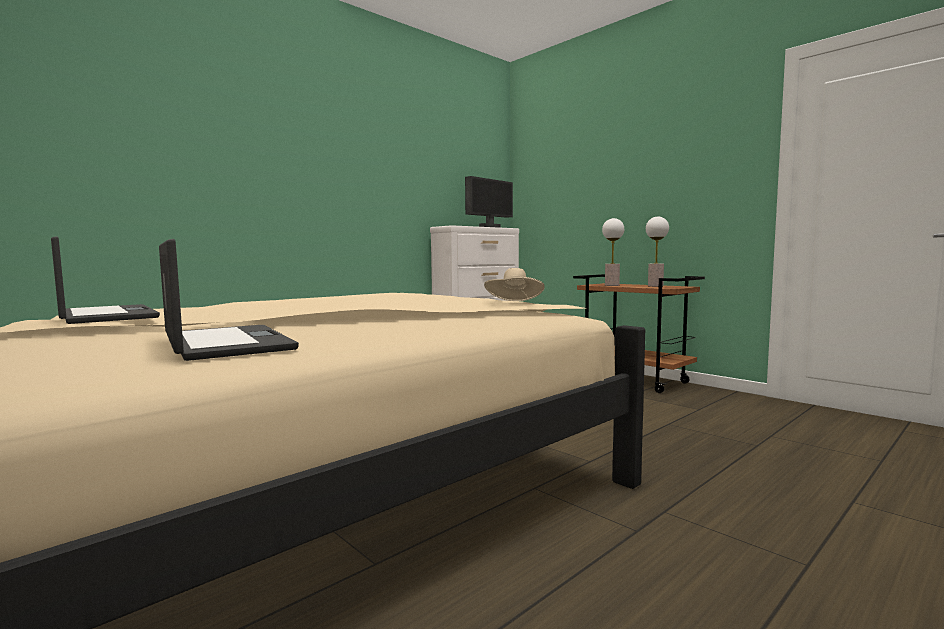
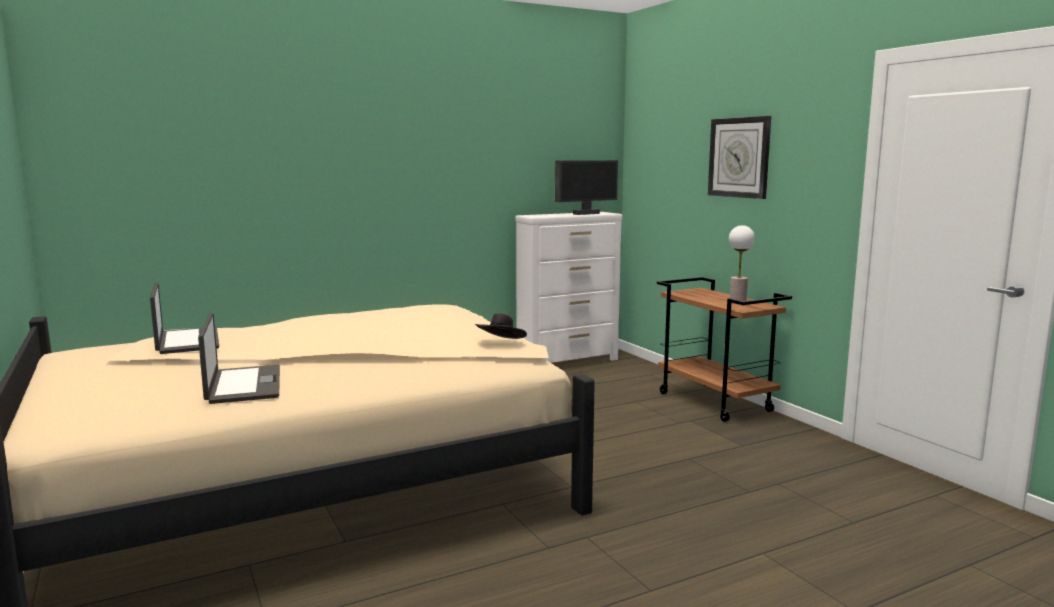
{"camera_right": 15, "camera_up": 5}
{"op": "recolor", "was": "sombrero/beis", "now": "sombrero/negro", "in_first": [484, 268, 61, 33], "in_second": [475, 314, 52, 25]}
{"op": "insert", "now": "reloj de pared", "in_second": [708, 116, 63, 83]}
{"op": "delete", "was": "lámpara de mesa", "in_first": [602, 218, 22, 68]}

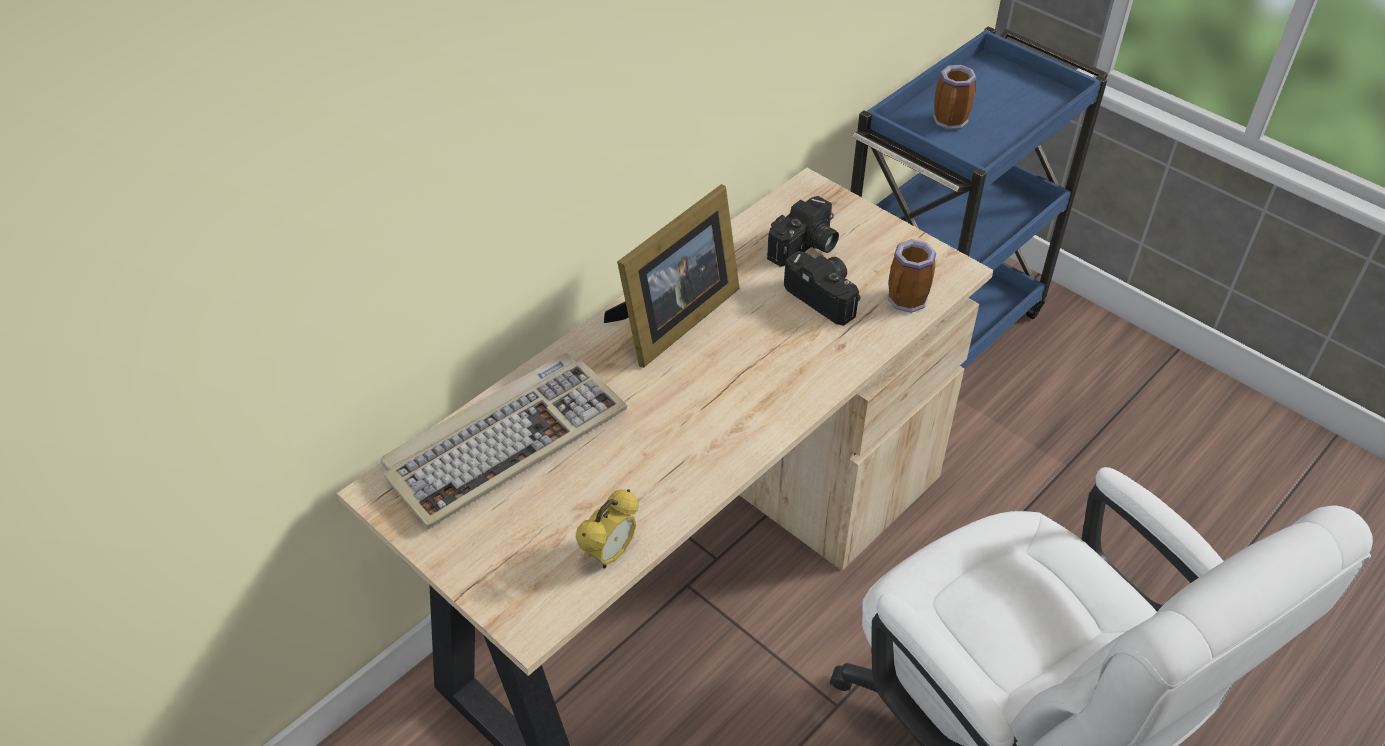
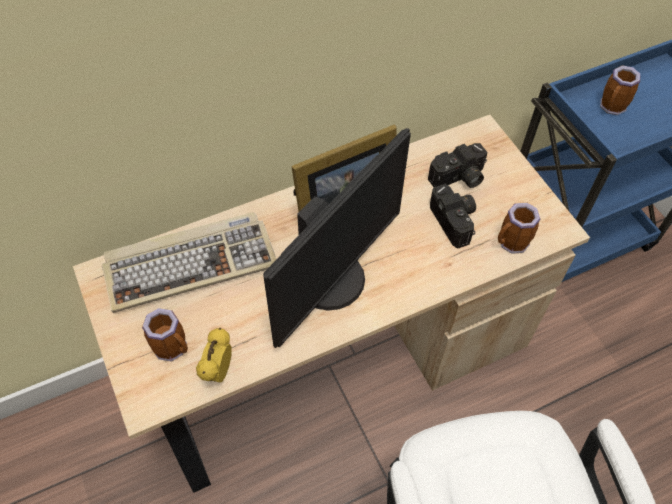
{"camera_right": 20, "camera_up": 10}
{"op": "insert", "now": "taza grande", "in_second": [142, 308, 46, 54]}
{"op": "rotate", "was": "despertador", "in_first": [576, 489, 62, 80], "in_second": [196, 328, 36, 54], "clockwise": 135}
{"op": "insert", "now": "monitor", "in_second": [263, 128, 148, 220]}

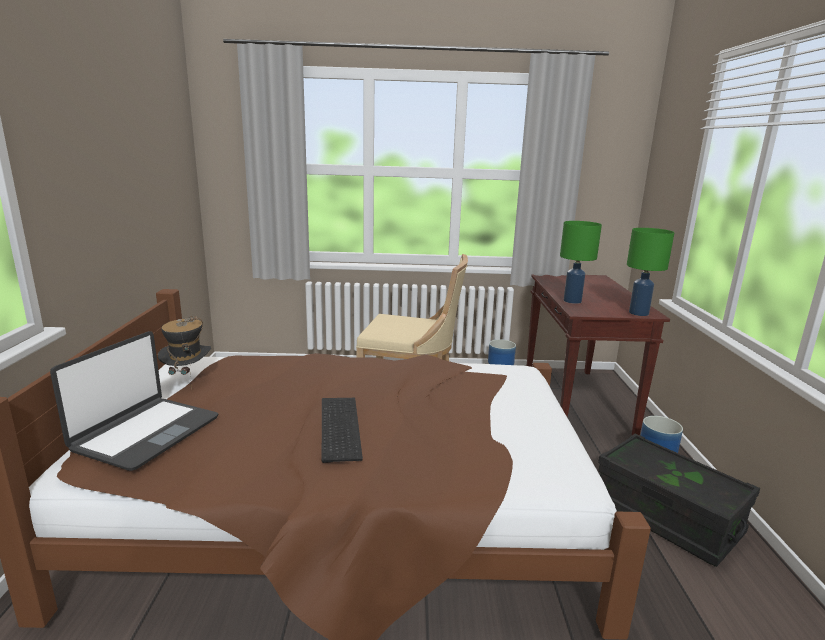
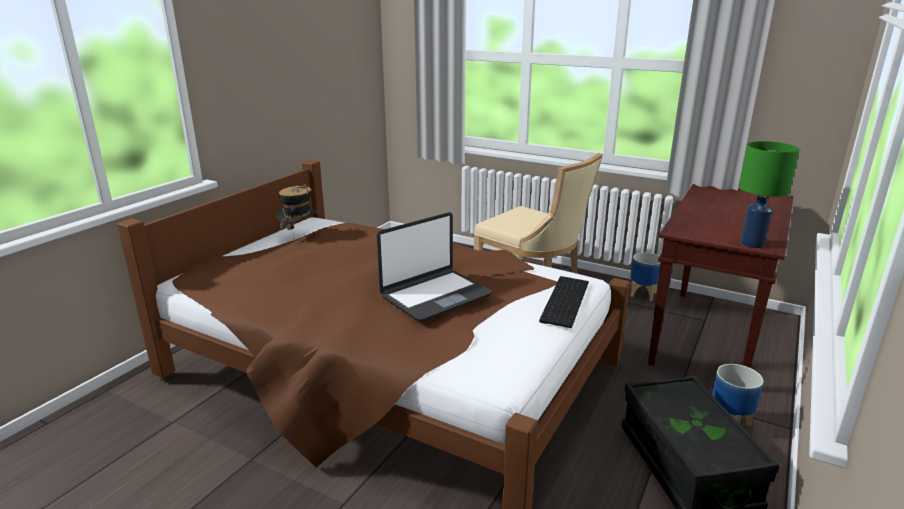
{"camera_right": 30, "camera_up": 5}
{"op": "move", "was": "portátil", "in_first": [50, 331, 168, 140], "in_second": [376, 212, 116, 110]}
{"op": "move", "was": "teclado", "in_first": [322, 398, 41, 65], "in_second": [539, 276, 50, 52]}
{"op": "delete", "was": "lámpara de mesa/verde", "in_first": [560, 221, 42, 83]}

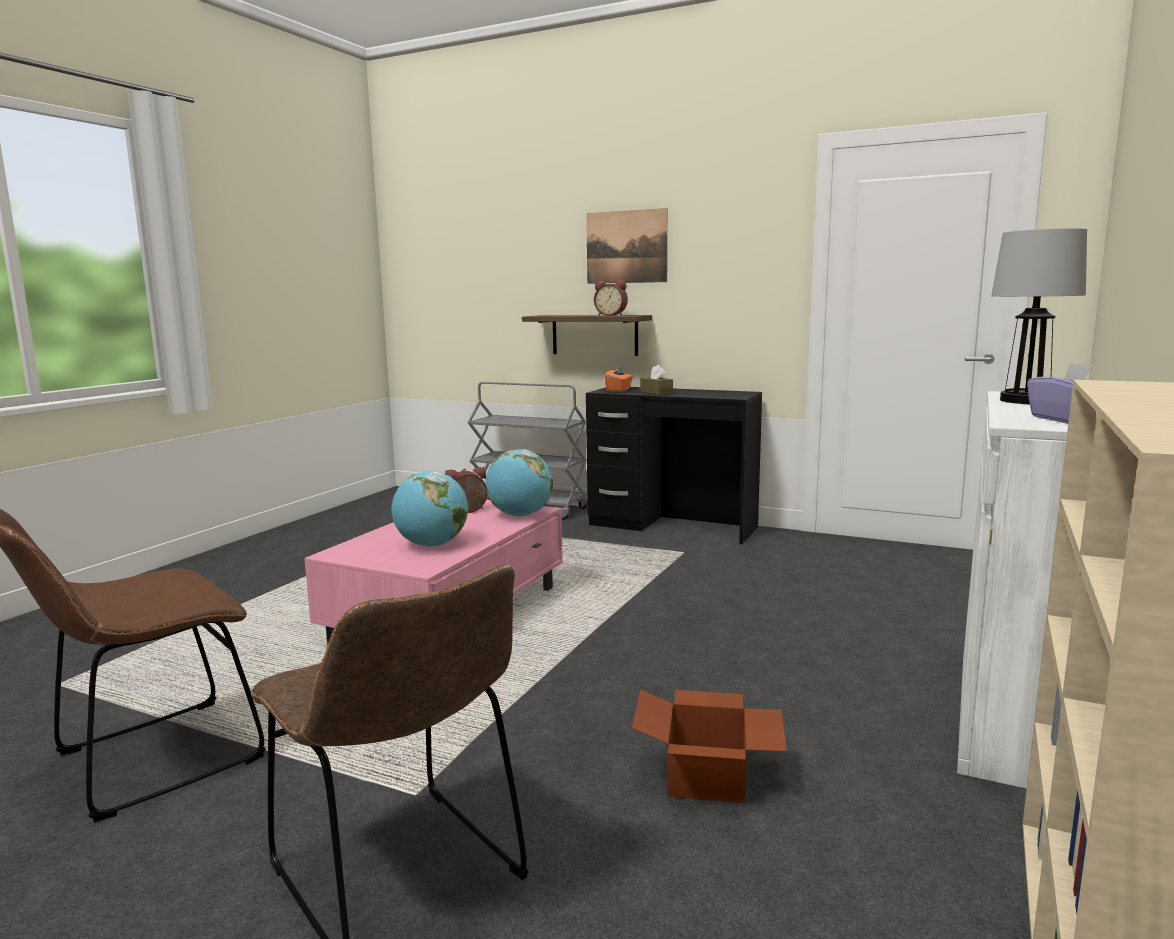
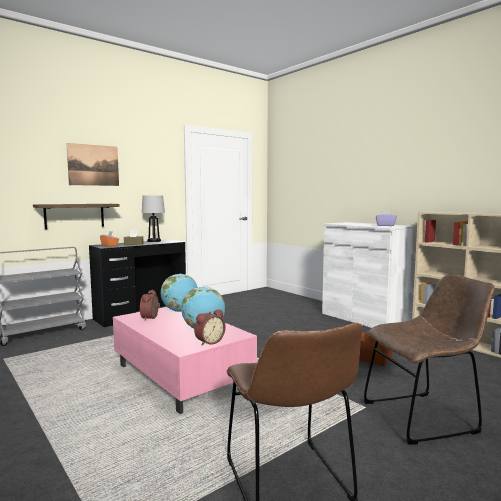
{"camera_right": -65, "camera_up": -5}
{"op": "move", "was": "lámpara de mesa", "in_first": [991, 228, 96, 176], "in_second": [142, 195, 23, 47]}
{"op": "move", "was": "despertador", "in_first": [594, 280, 34, 36], "in_second": [194, 309, 32, 37]}

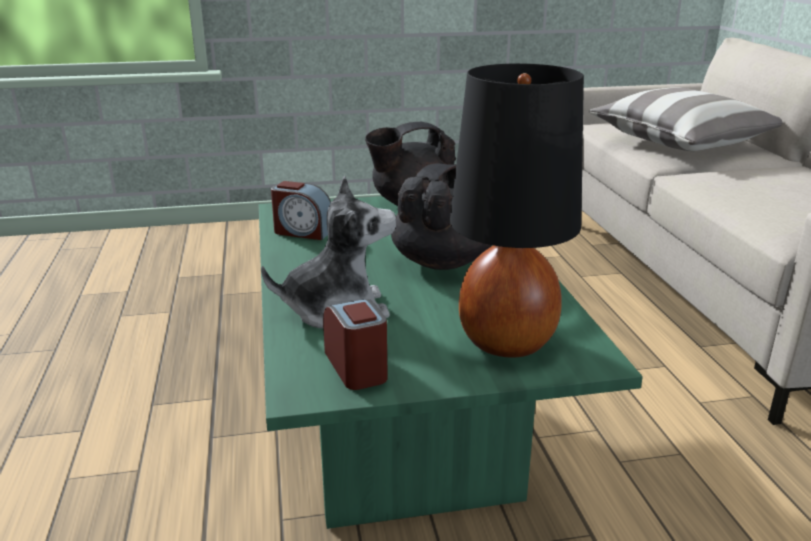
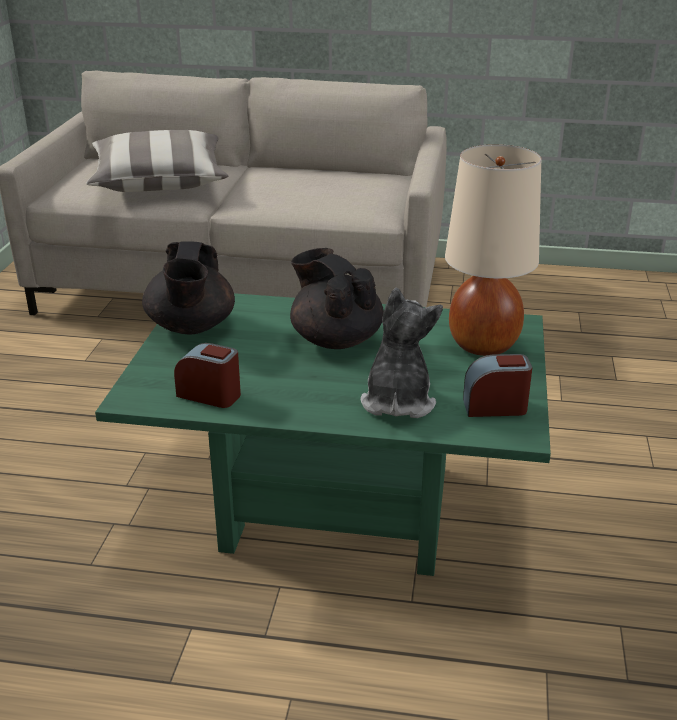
{"camera_right": -70, "camera_up": 5}
{"op": "rotate", "was": "despertador", "in_first": [271, 181, 60, 59], "in_second": [174, 343, 67, 65], "clockwise": -105}
{"op": "recolor", "was": "lámpara de mesa/negro", "now": "lámpara de mesa/beis", "in_first": [450, 63, 134, 295], "in_second": [445, 144, 97, 212]}

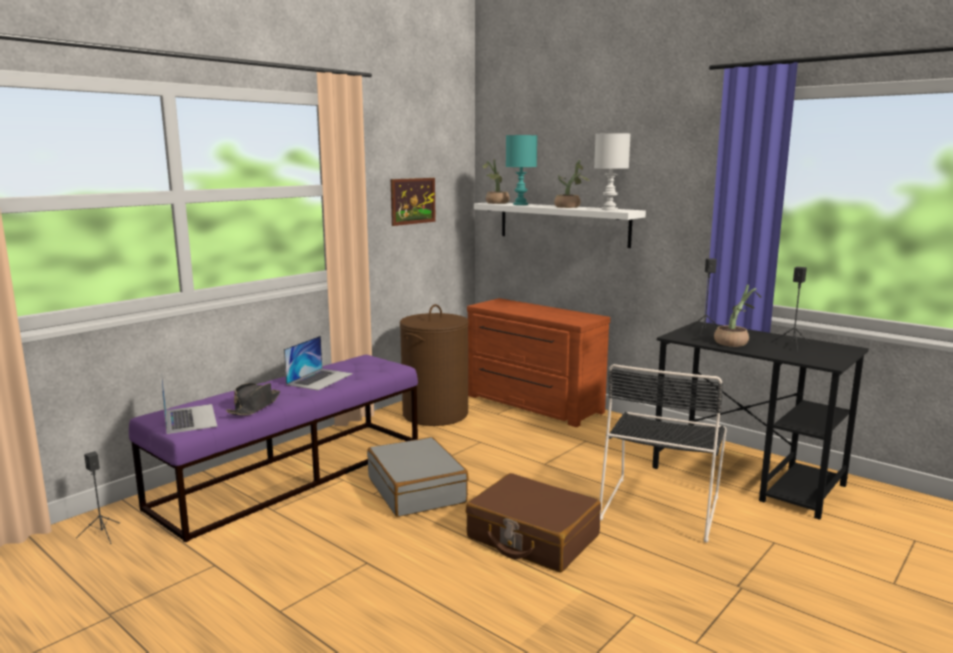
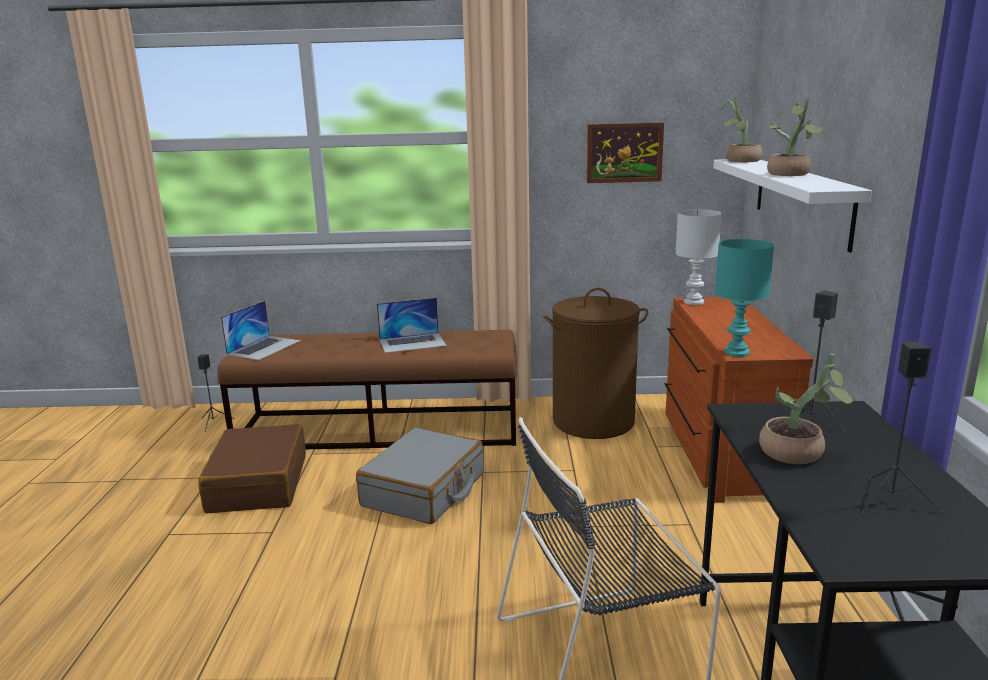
{"camera_right": 50, "camera_up": 5}
{"op": "move", "was": "maleta/marrón", "in_first": [466, 473, 135, 99], "in_second": [198, 424, 108, 89]}
{"op": "recolor", "was": "banco/morado", "now": "banco/marrón", "in_first": [129, 355, 289, 187], "in_second": [217, 330, 301, 119]}
{"op": "move", "was": "lámpara de mesa/blanco", "in_first": [594, 133, 37, 78], "in_second": [675, 210, 47, 95]}
{"op": "move", "was": "lámpara de mesa/turquesa", "in_first": [506, 135, 31, 70], "in_second": [715, 239, 59, 118]}
{"op": "delete", "was": "sombrero/negro", "in_first": [226, 383, 54, 33]}

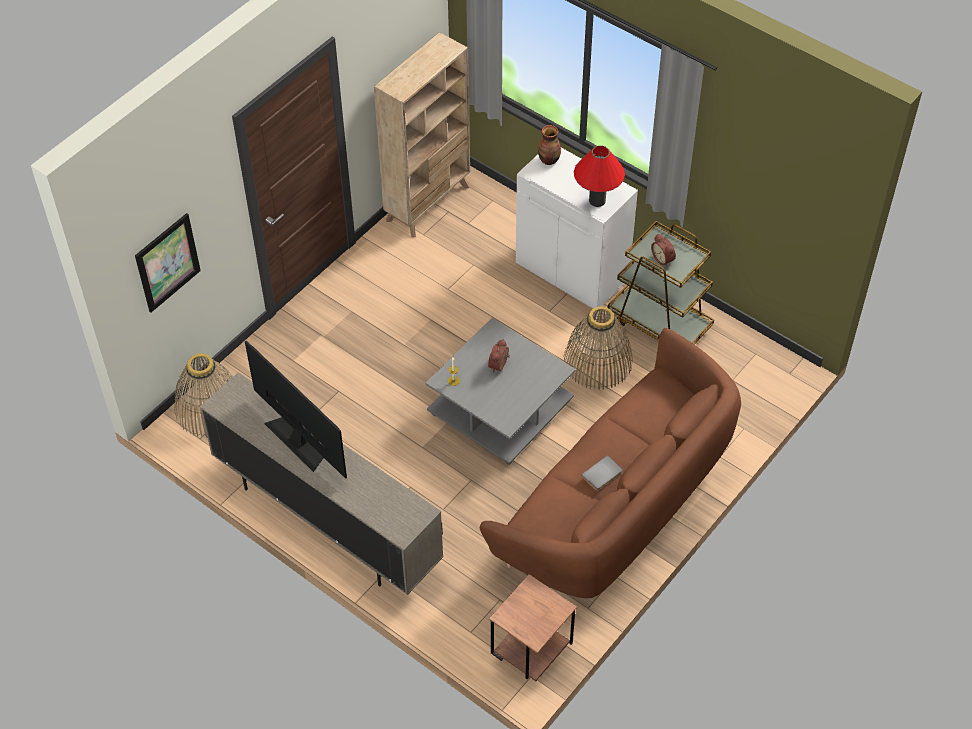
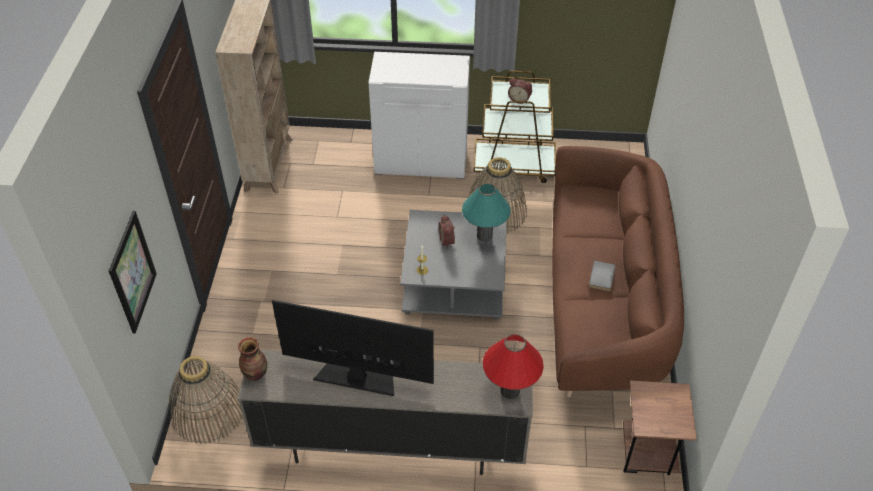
{"camera_right": -35, "camera_up": -5}
{"op": "move", "was": "florero", "in_first": [538, 125, 23, 40], "in_second": [238, 337, 29, 44]}
{"op": "insert", "now": "lámpara de mesa/turquesa", "in_second": [462, 183, 48, 59]}
{"op": "move", "was": "lámpara de mesa/rojo", "in_first": [574, 146, 51, 61], "in_second": [483, 334, 61, 65]}

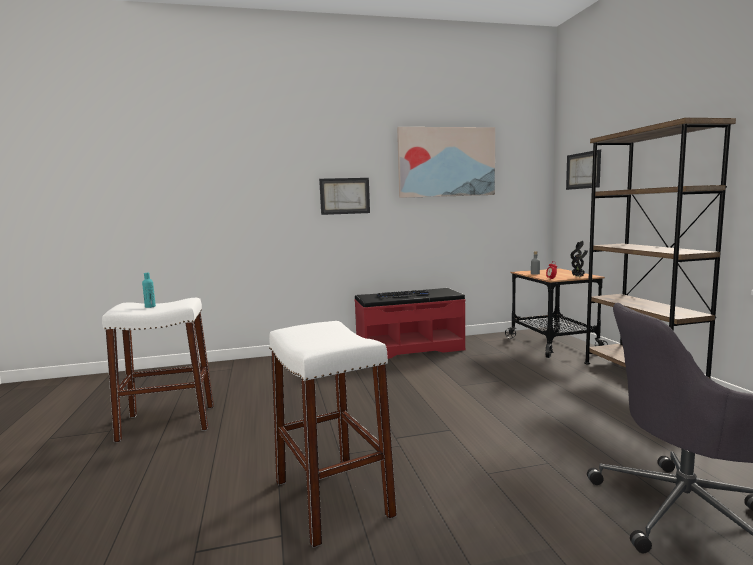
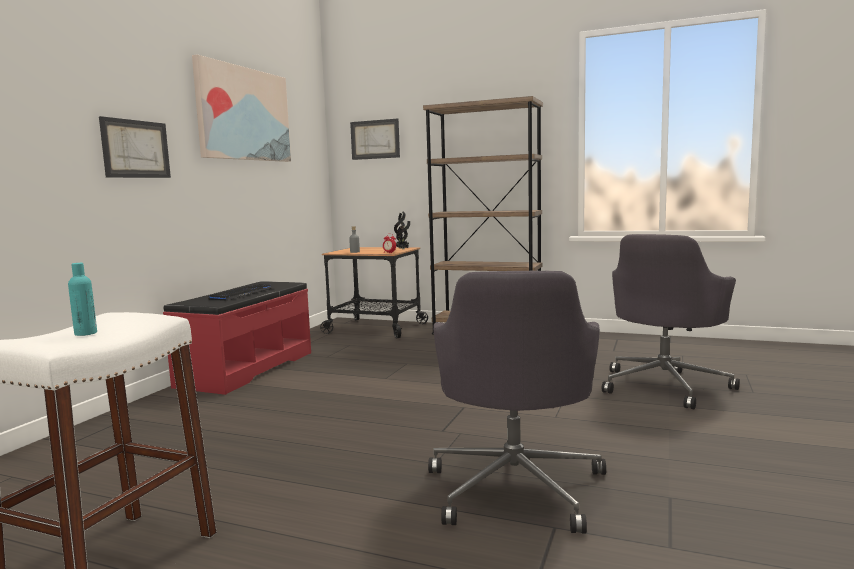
{"camera_right": -55, "camera_up": 0}
{"op": "replace", "was": "taburete/blanco", "now": "silla de oficina/gris", "in_first": [269, 321, 128, 227], "in_second": [428, 271, 178, 263]}

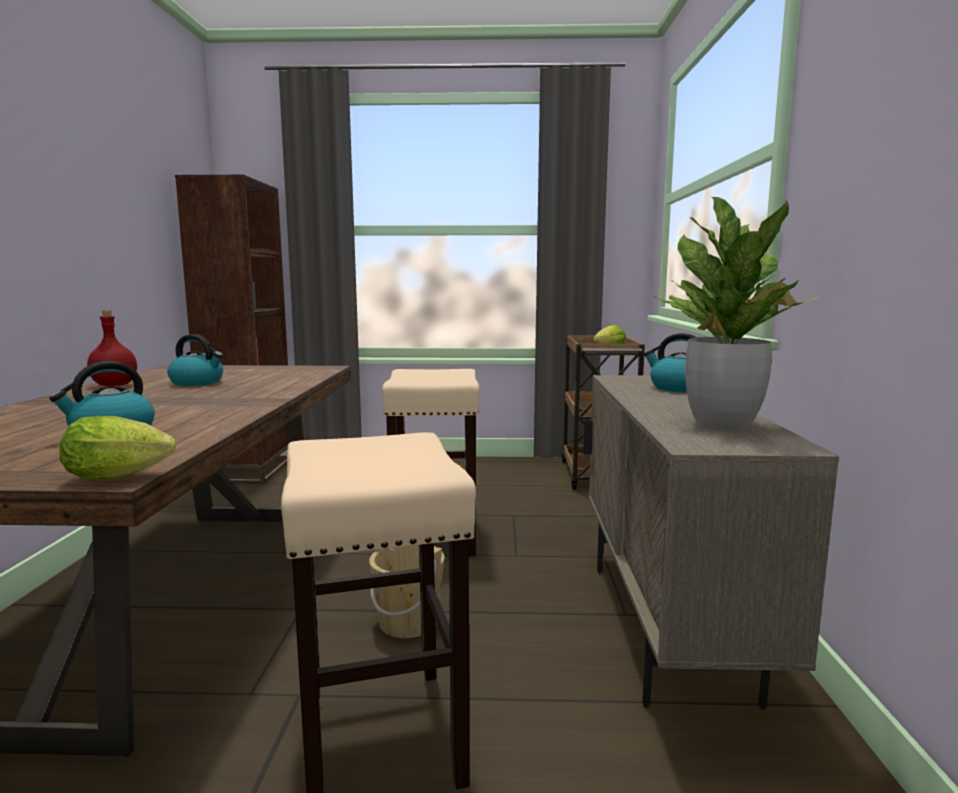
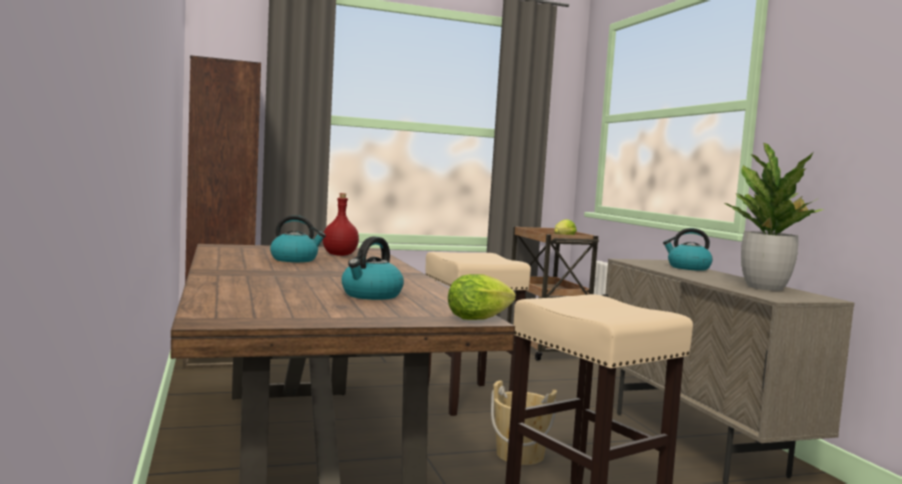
{"camera_right": -20, "camera_up": -5}
{"op": "move", "was": "botella/rojo", "in_first": [87, 310, 50, 76], "in_second": [323, 193, 36, 63]}

